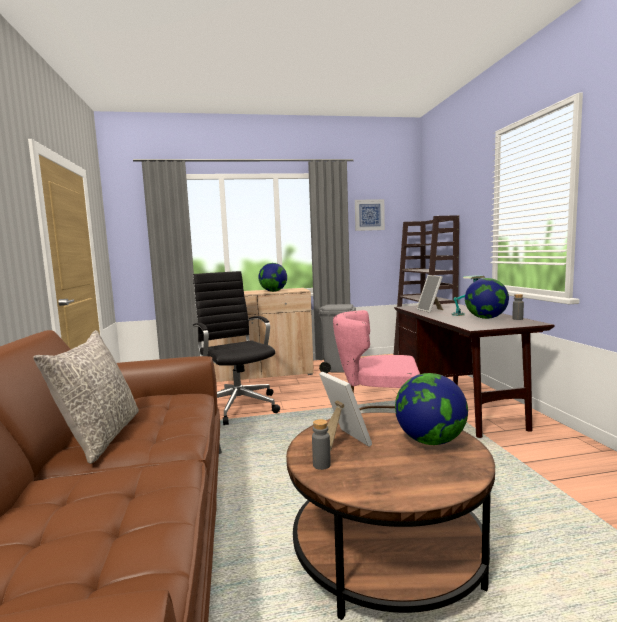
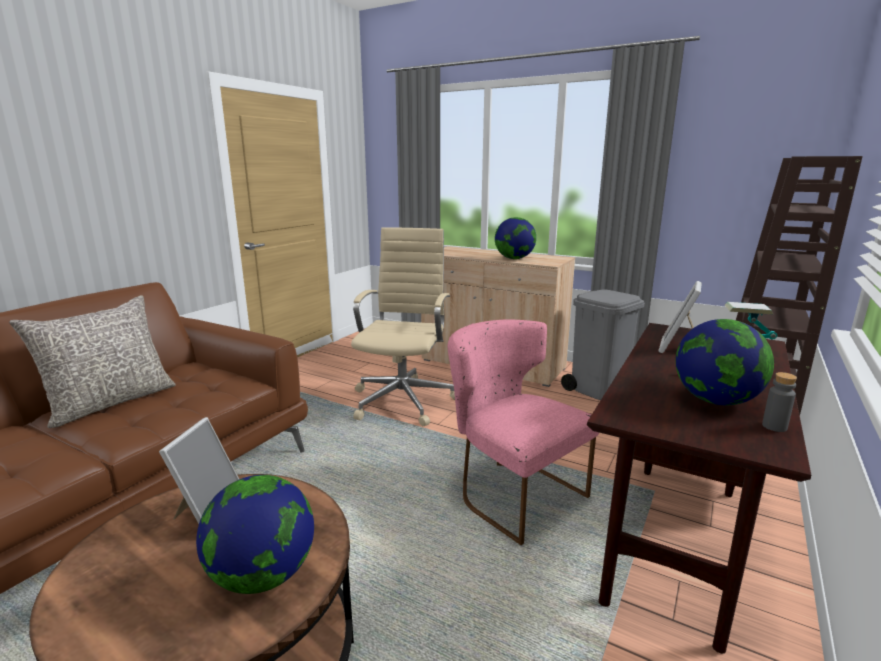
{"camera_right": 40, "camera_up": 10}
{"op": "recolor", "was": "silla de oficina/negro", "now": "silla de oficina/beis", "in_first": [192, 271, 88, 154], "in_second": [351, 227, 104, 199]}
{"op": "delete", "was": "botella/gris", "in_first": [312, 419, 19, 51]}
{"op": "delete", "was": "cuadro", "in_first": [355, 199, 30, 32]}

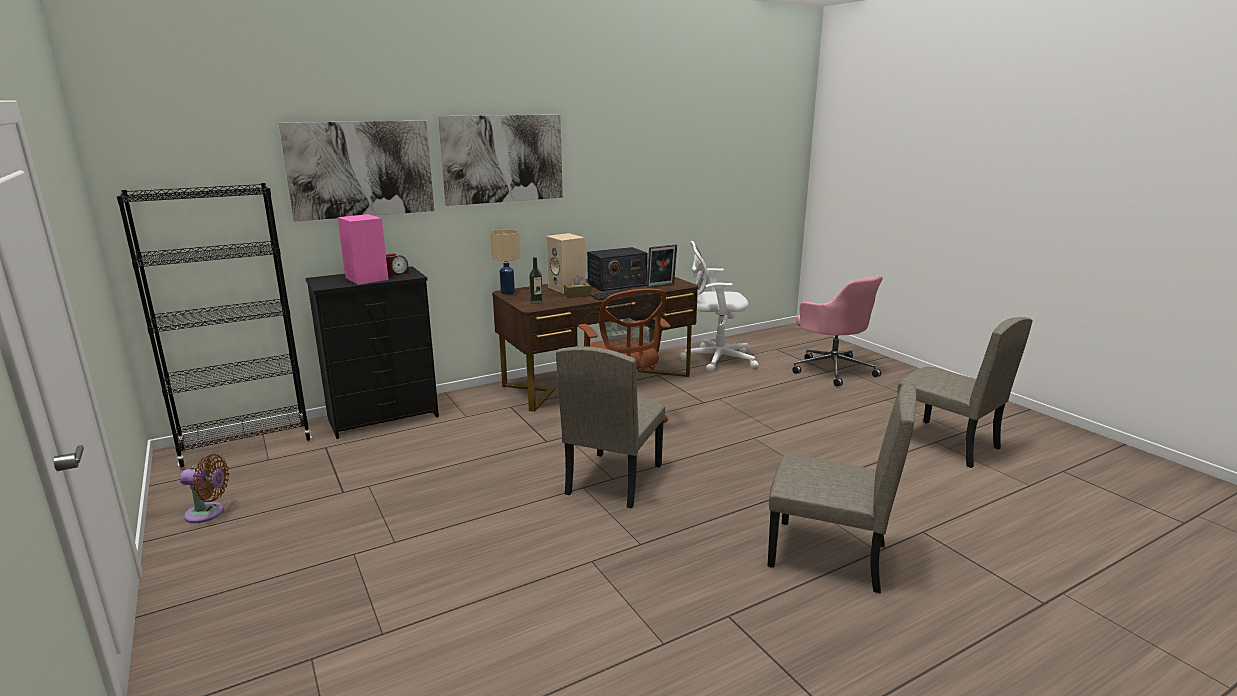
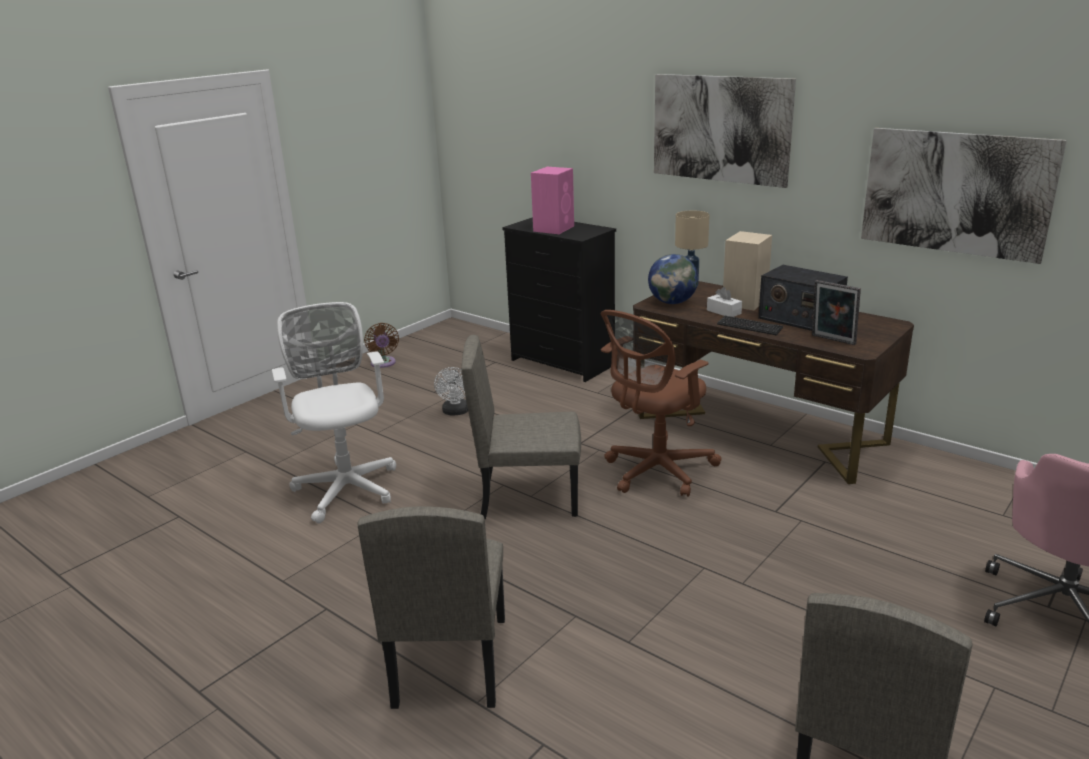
{"camera_right": 70, "camera_up": 5}
{"op": "move", "was": "silla de oficina/blanco", "in_first": [680, 241, 78, 131], "in_second": [272, 302, 124, 221]}
{"op": "insert", "now": "ventilador/blanco", "in_second": [434, 367, 34, 48]}
{"op": "replace", "was": "botella", "now": "globo terráqueo", "in_first": [529, 257, 14, 47], "in_second": [648, 254, 50, 50]}
{"op": "recolor", "was": "caja de pañuelos/marrón", "now": "caja de pañuelos/blanco", "in_first": [564, 275, 27, 23], "in_second": [707, 287, 35, 30]}
{"op": "move", "was": "cuadro", "in_first": [279, 121, 155, 101], "in_second": [861, 128, 206, 136]}
{"op": "delete", "was": "estantería/negro", "in_first": [117, 183, 195, 284]}
{"op": "delete", "was": "despertador", "in_first": [386, 254, 23, 22]}

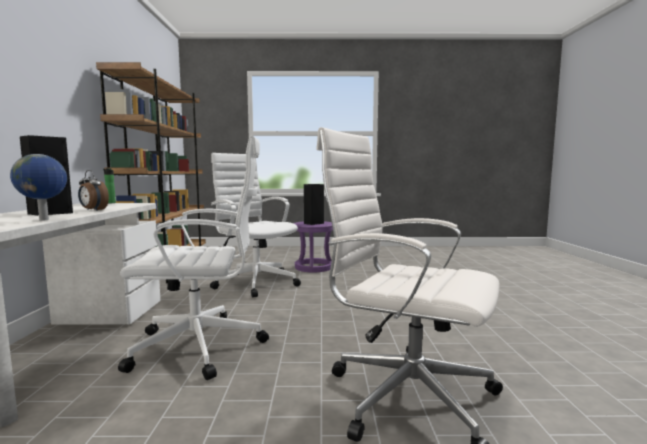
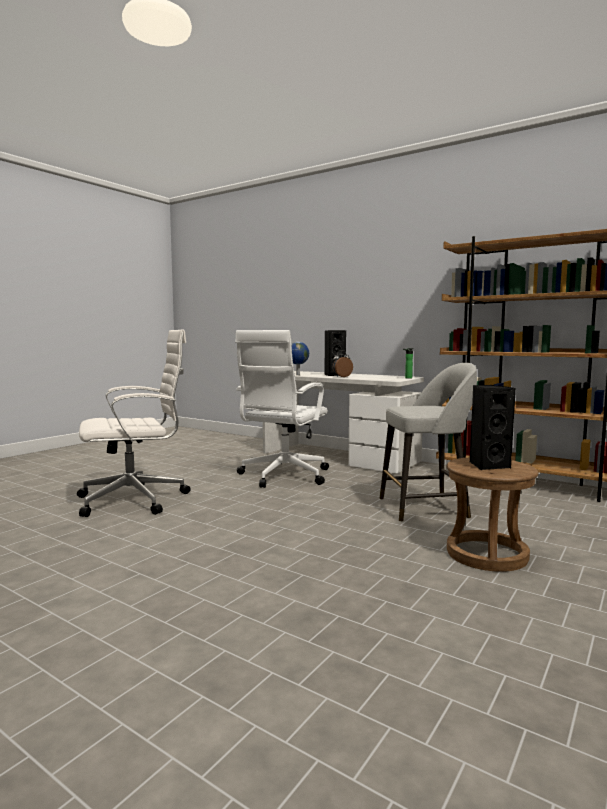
{"camera_right": 125, "camera_up": 0}
{"op": "replace", "was": "silla de oficina/blanco", "now": "taburete/gris", "in_first": [210, 153, 91, 145], "in_second": [380, 363, 97, 159]}
{"op": "recolor", "was": "taburete/morado", "now": "taburete/marrón", "in_first": [293, 221, 40, 51], "in_second": [447, 457, 91, 115]}

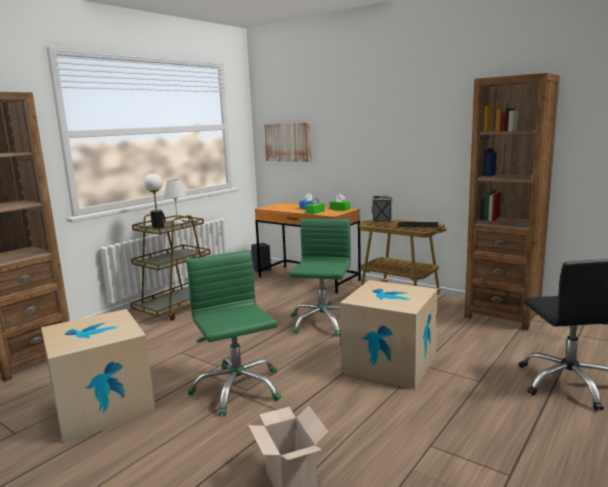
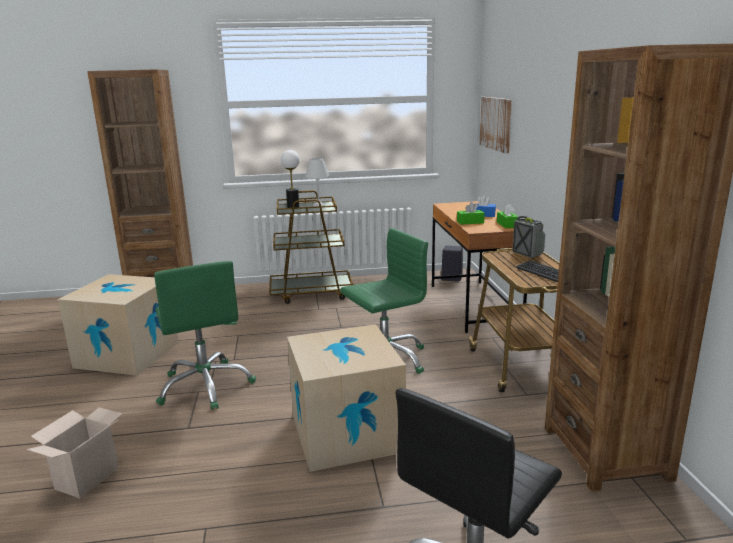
{"camera_right": 45, "camera_up": 5}
{"op": "rotate", "was": "silla de oficina/verde", "in_first": [186, 250, 95, 166], "in_second": [154, 261, 102, 149], "clockwise": 135}

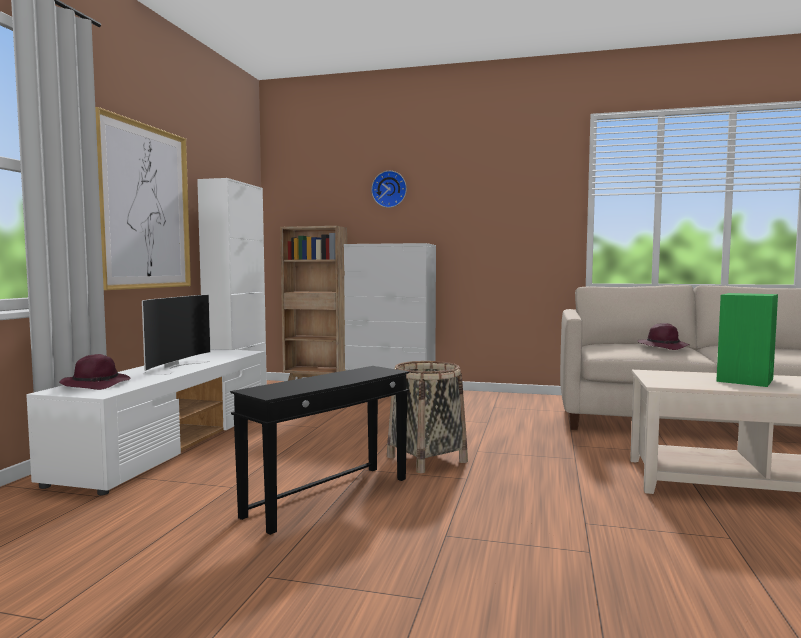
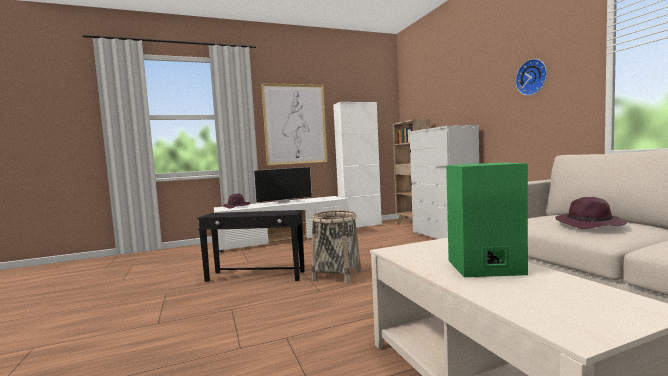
{"camera_right": 55, "camera_up": 0}
{"op": "move", "was": "reloj de pared", "in_first": [371, 171, 36, 37], "in_second": [516, 59, 31, 37]}

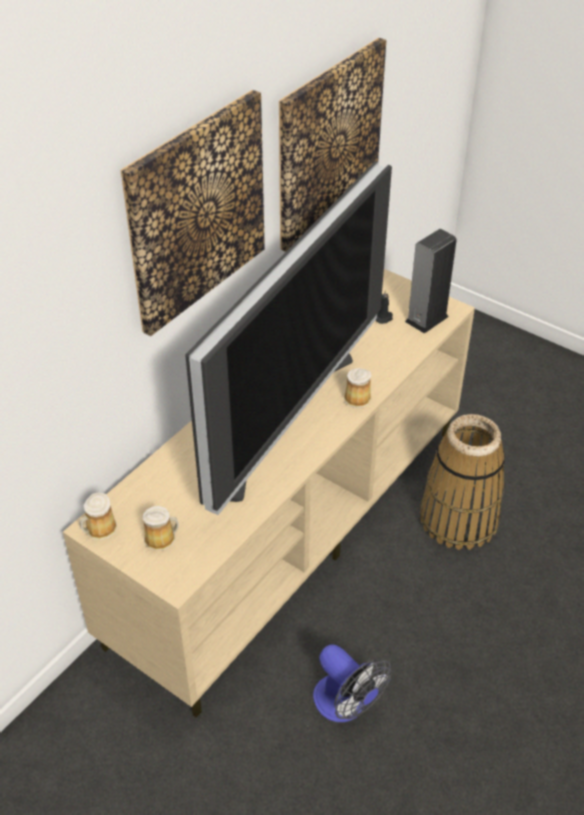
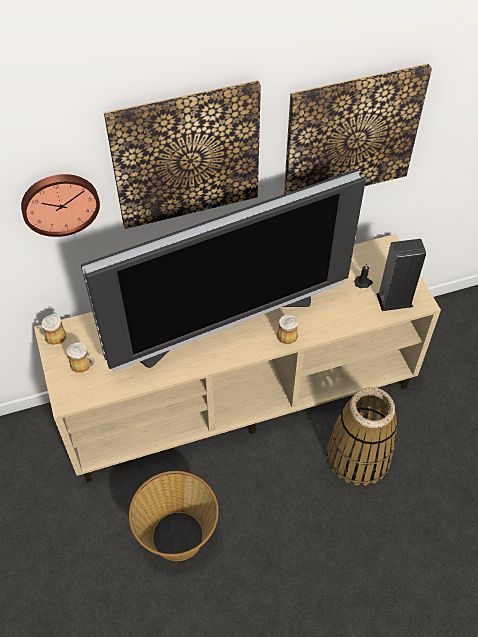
{"camera_right": 35, "camera_up": 10}
{"op": "insert", "now": "reloj de pared", "in_second": [21, 174, 79, 63]}
{"op": "replace", "was": "ventilador", "now": "cesta", "in_first": [313, 644, 78, 78], "in_second": [129, 471, 90, 90]}

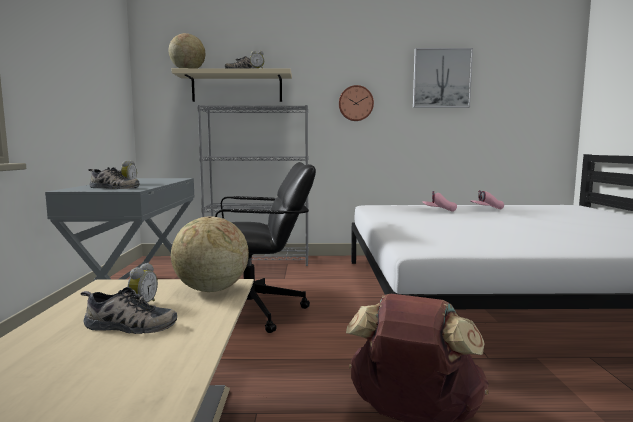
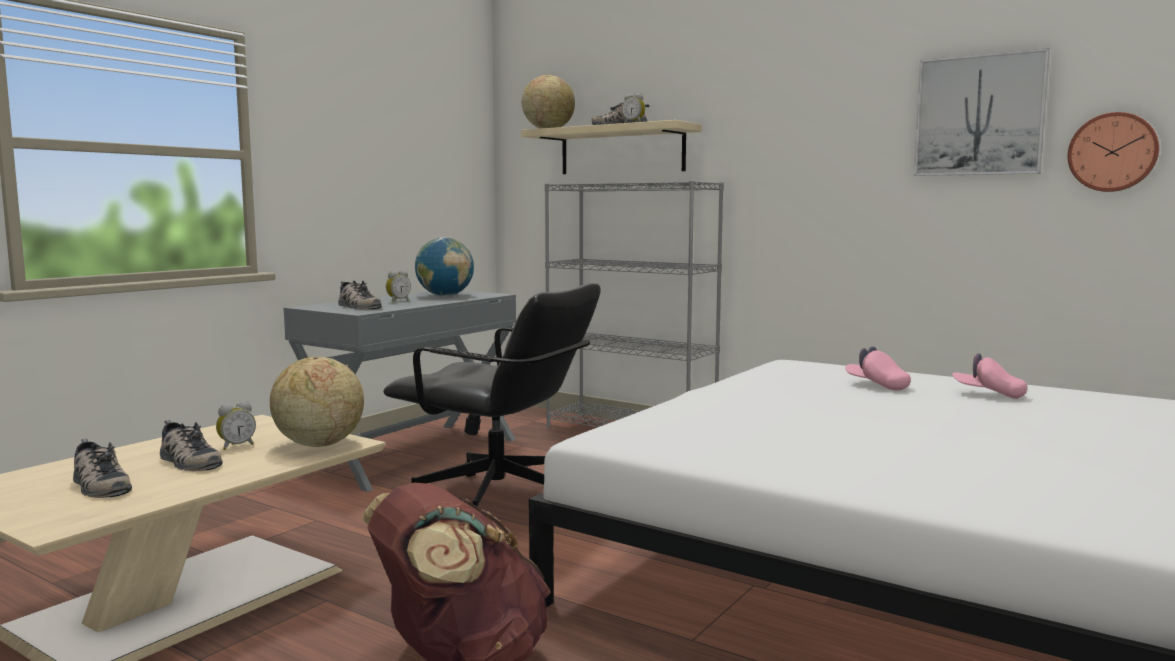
{"camera_right": 35, "camera_up": 0}
{"op": "insert", "now": "zapato", "in_second": [73, 439, 59, 59]}
{"op": "insert", "now": "globo terráqueo", "in_second": [415, 237, 59, 59]}
{"op": "move", "was": "reloj de pared", "in_first": [339, 85, 35, 36], "in_second": [1068, 112, 91, 80]}

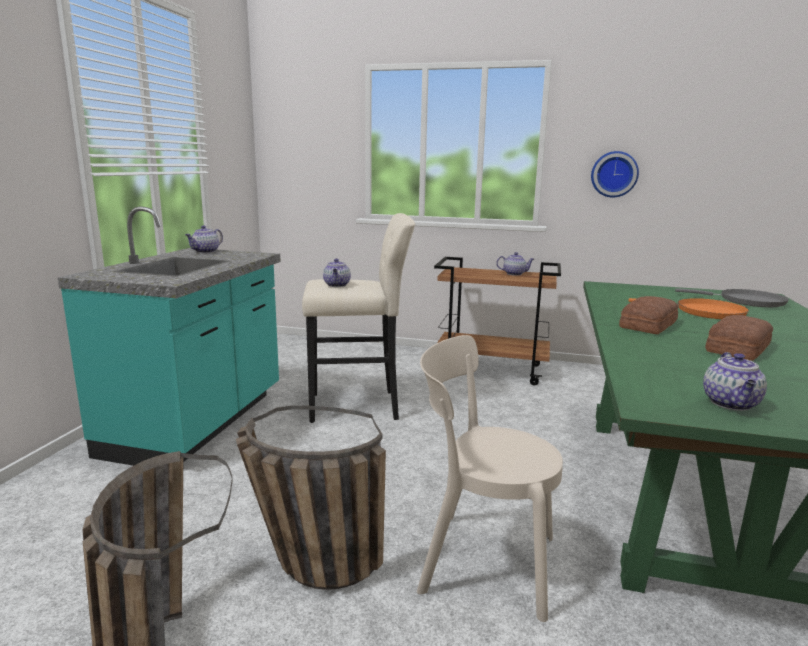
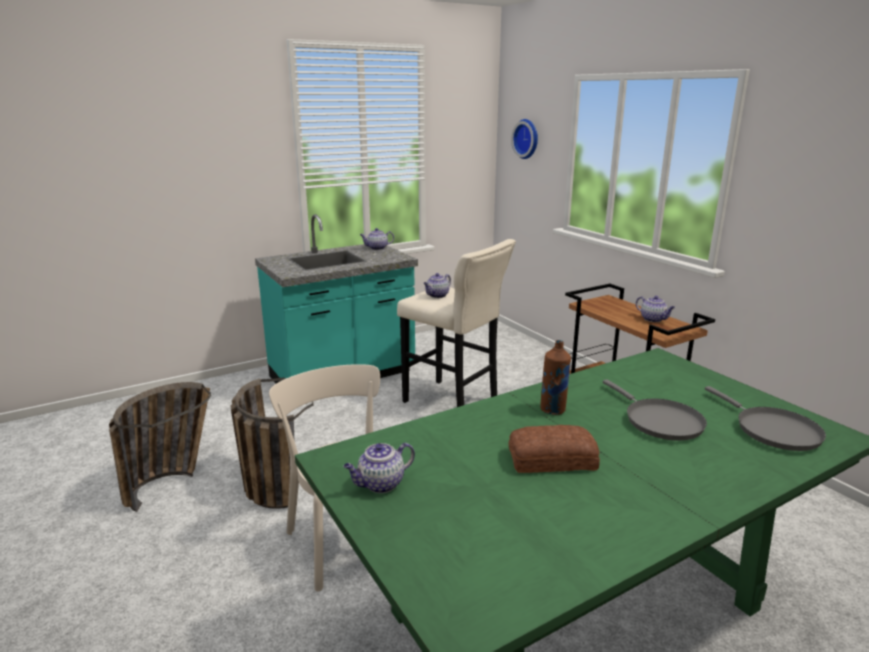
{"camera_right": 45, "camera_up": 5}
{"op": "move", "was": "reloj de pared", "in_first": [591, 151, 48, 47], "in_second": [511, 119, 27, 40]}
{"op": "replace", "was": "pan", "now": "botella/marrón", "in_first": [619, 296, 59, 38], "in_second": [540, 340, 31, 75]}
{"op": "recolor", "was": "sartén/naranja", "now": "sartén/gris", "in_first": [629, 298, 120, 21], "in_second": [603, 379, 104, 61]}

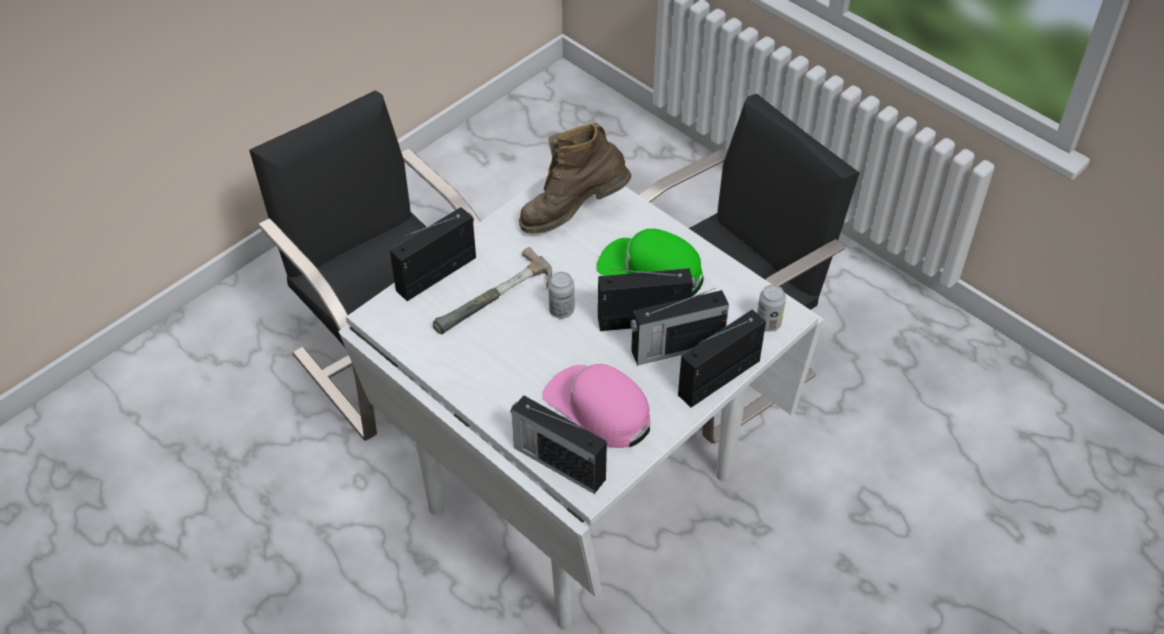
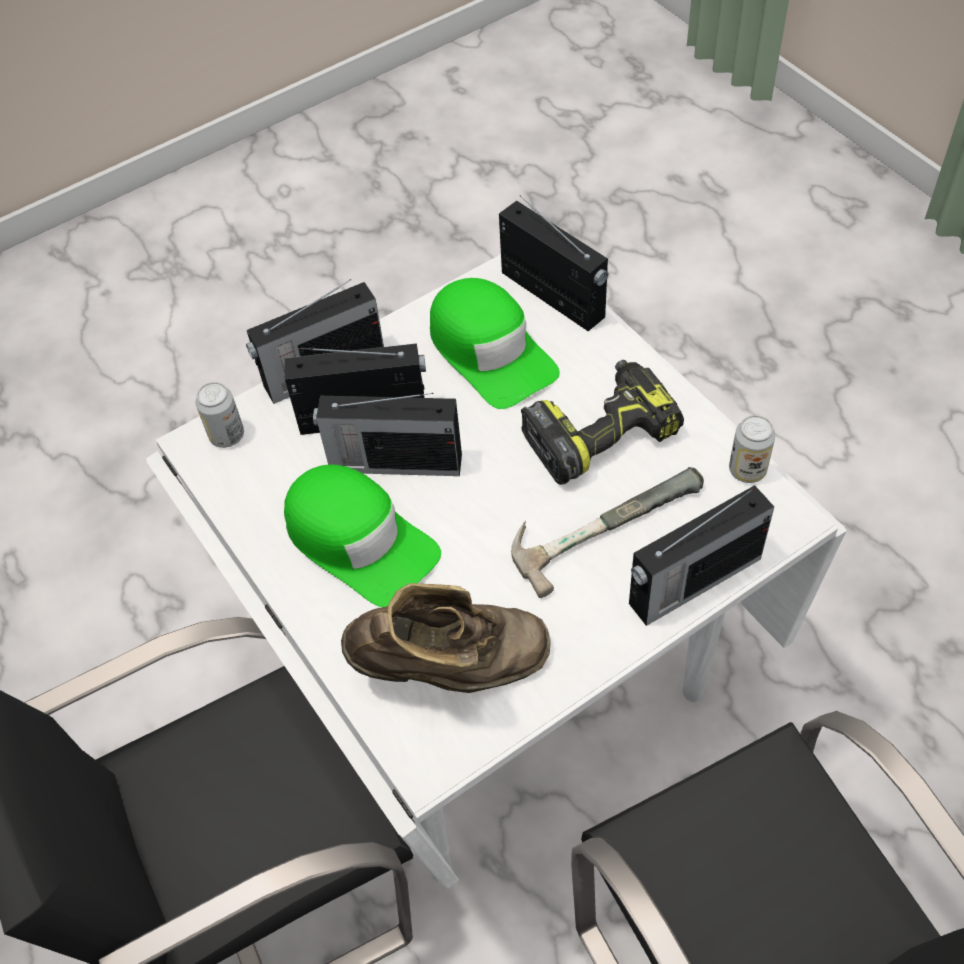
{"camera_right": -165, "camera_up": 5}
{"op": "recolor", "was": "gorra/rosa", "now": "gorra/verde", "in_first": [542, 364, 108, 84], "in_second": [430, 278, 130, 131]}
{"op": "insert", "now": "taladro", "in_second": [521, 360, 163, 125]}
{"op": "move", "was": "lata", "in_first": [548, 272, 26, 46], "in_second": [729, 415, 46, 68]}

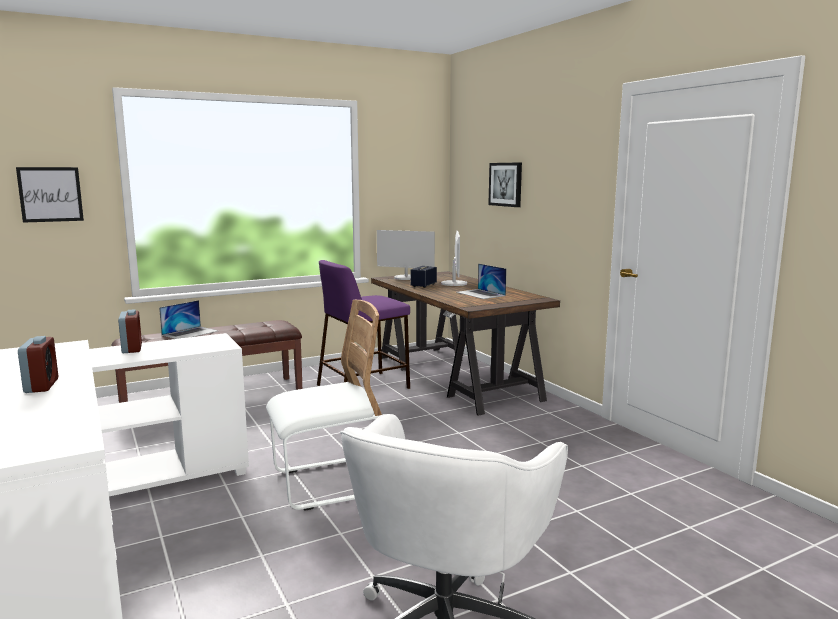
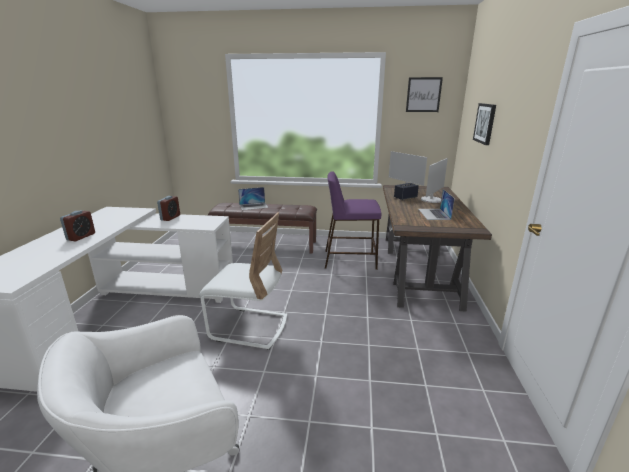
{"camera_right": 35, "camera_up": 10}
{"op": "move", "was": "cuadro", "in_first": [16, 167, 68, 56], "in_second": [406, 77, 37, 35]}

